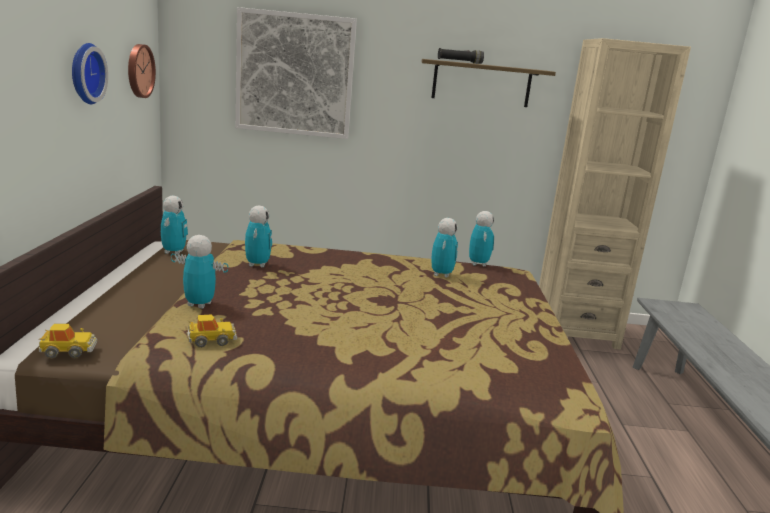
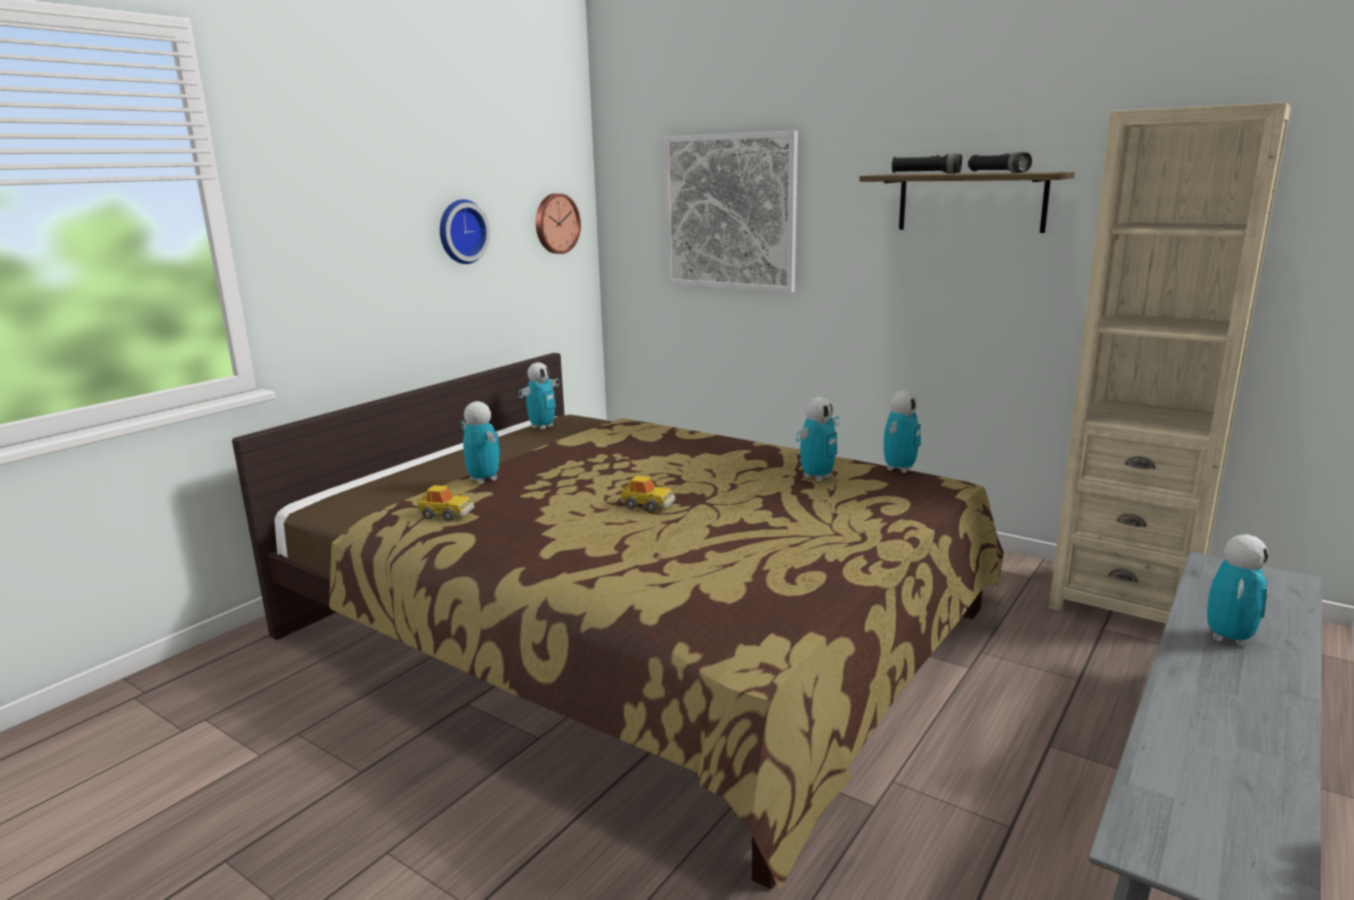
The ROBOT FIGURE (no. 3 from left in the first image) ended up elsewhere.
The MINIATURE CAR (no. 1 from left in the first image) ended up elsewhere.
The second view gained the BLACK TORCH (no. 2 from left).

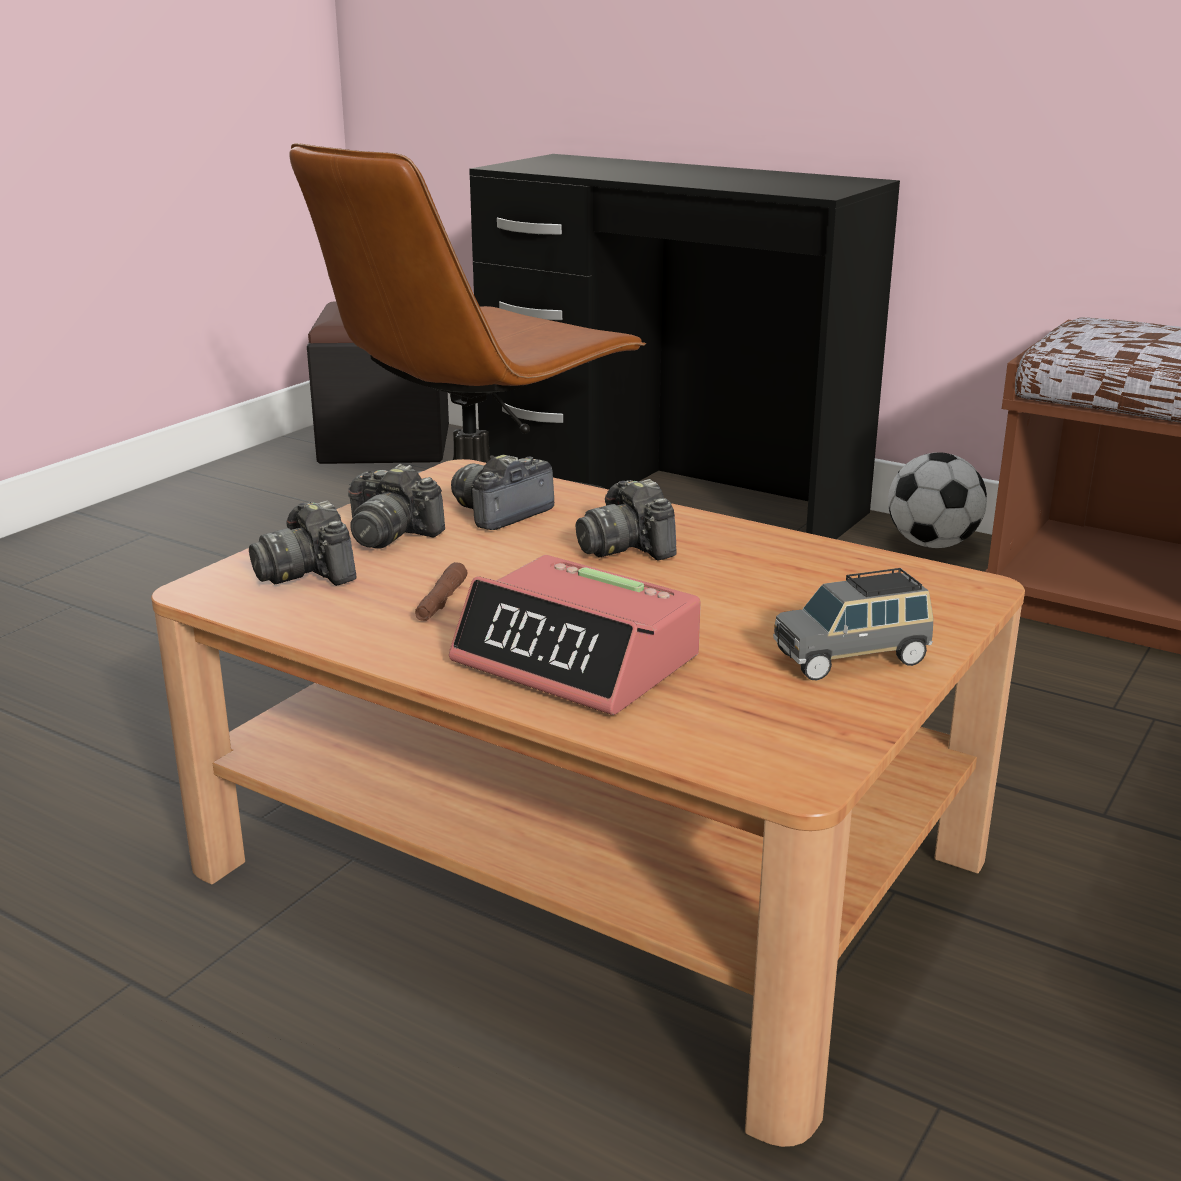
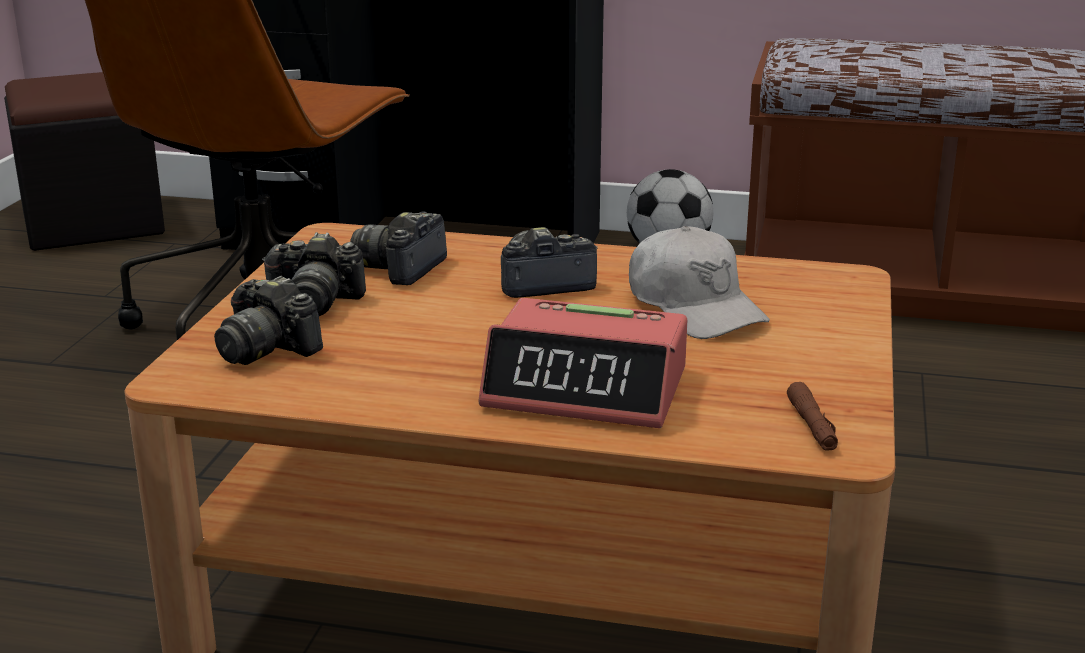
The PHOTO CAMERA (no. 4 from left) ended up facing another way, 120 degrees clockwise from before.
The BROWN-COLOURED TORCH ended up elsewhere.
The second view lost the GRAY MINIATURE CAR.
The second view gained the WHITISH PEAKED CAP.

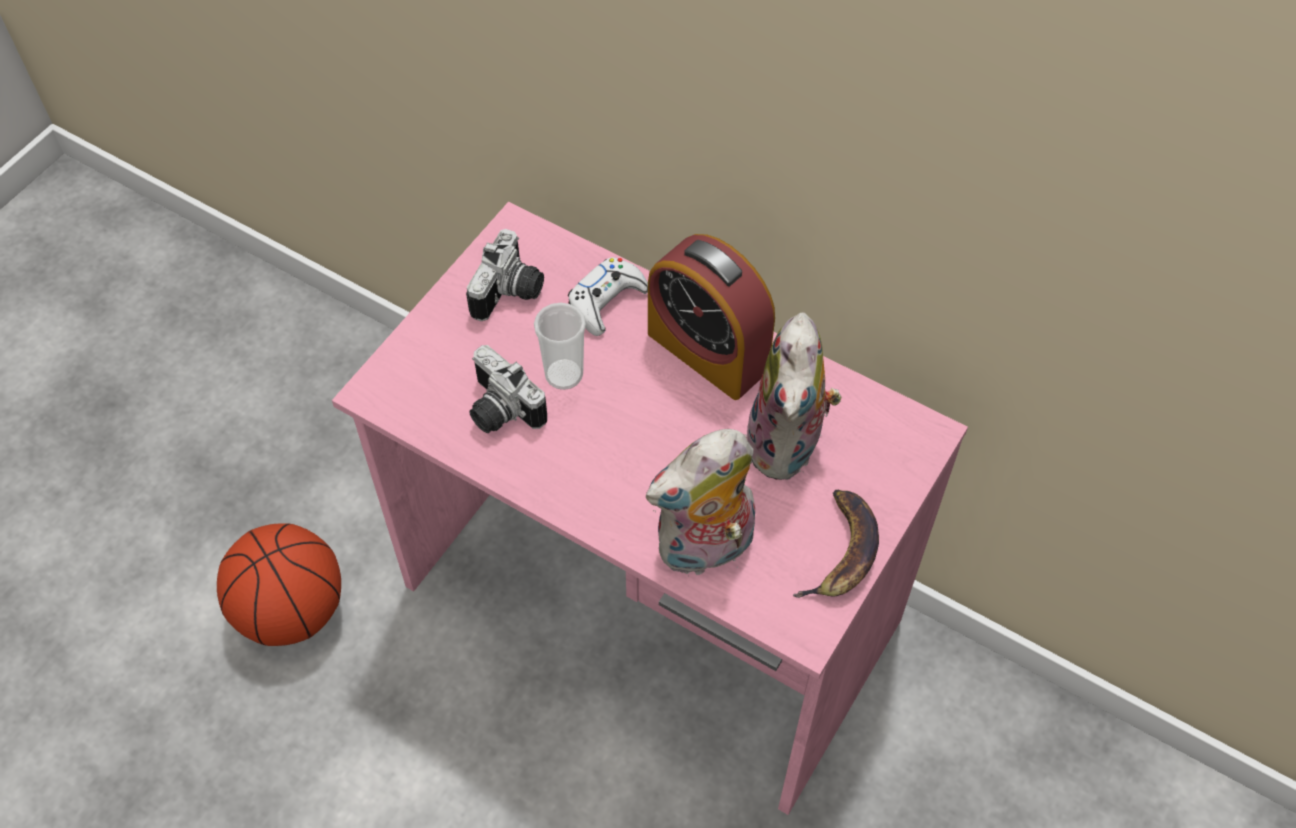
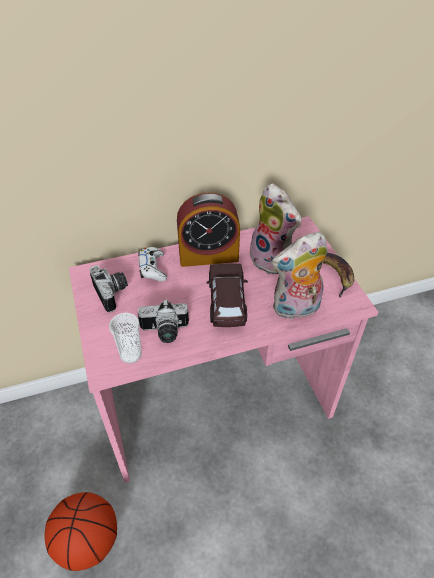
The DRINKING CUP ended up elsewhere.
The CUDDLY TOY (no. 1 from left in the first image) ended up facing another way, 60 degrees clockwise from before.
The second view gained the BROWN-COLOURED MINIATURE CAR.

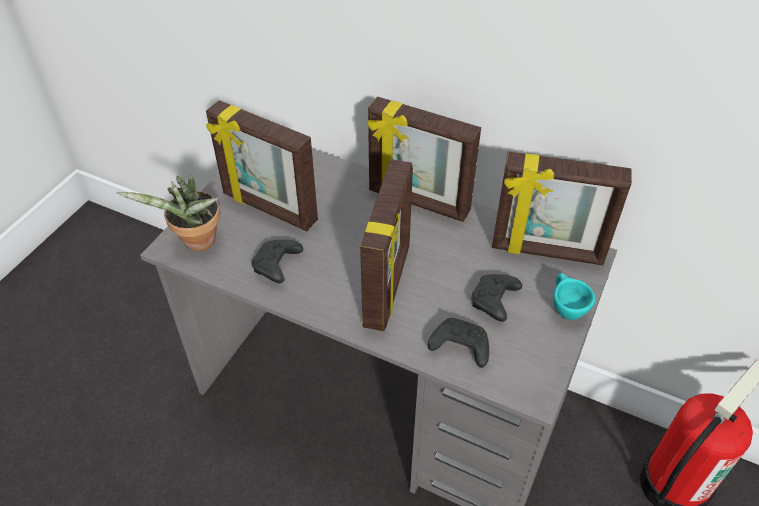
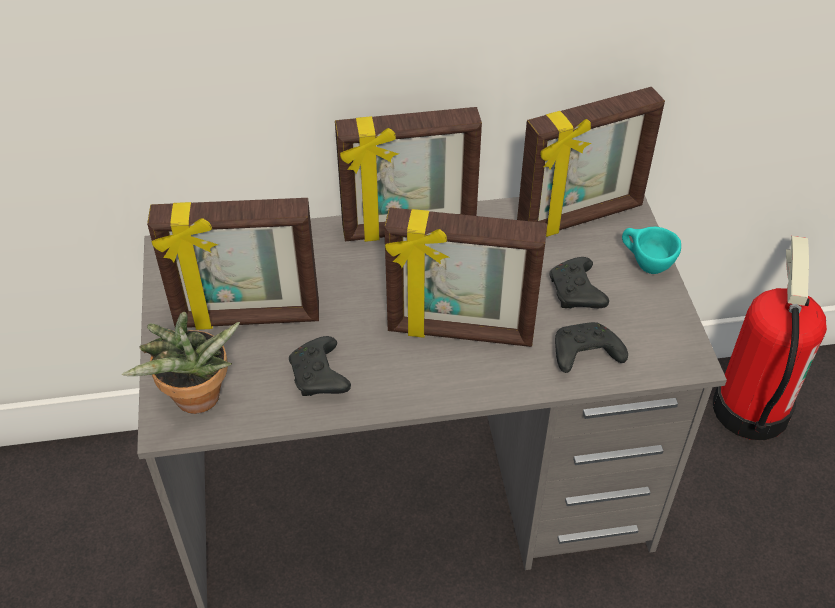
The PHOTO FRAME (no. 2 from left in the first image) ended up facing another way, 120 degrees clockwise from before.

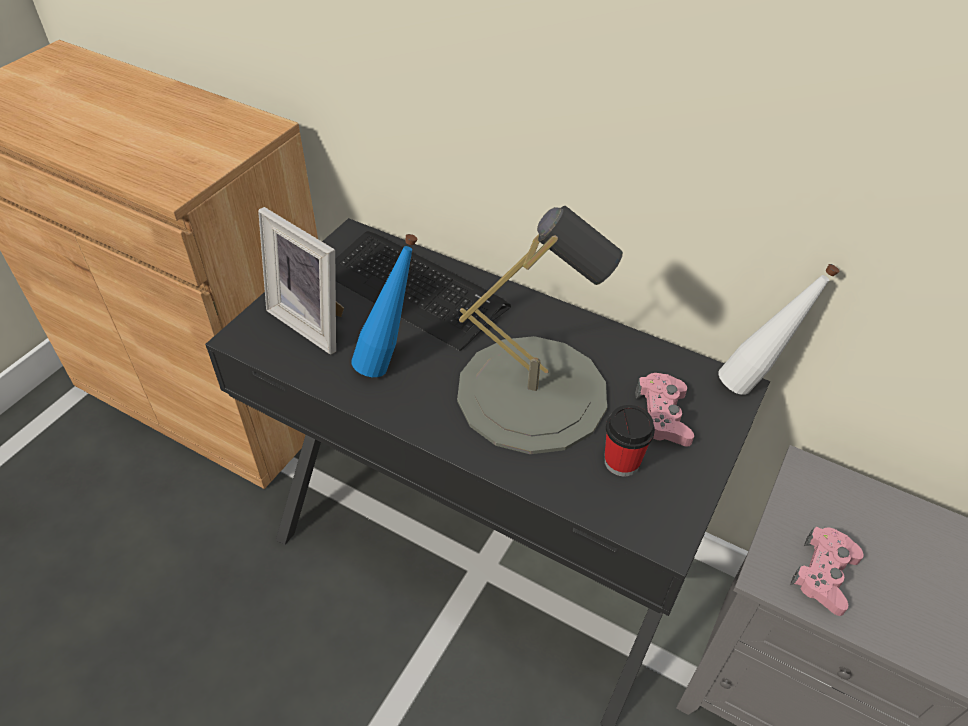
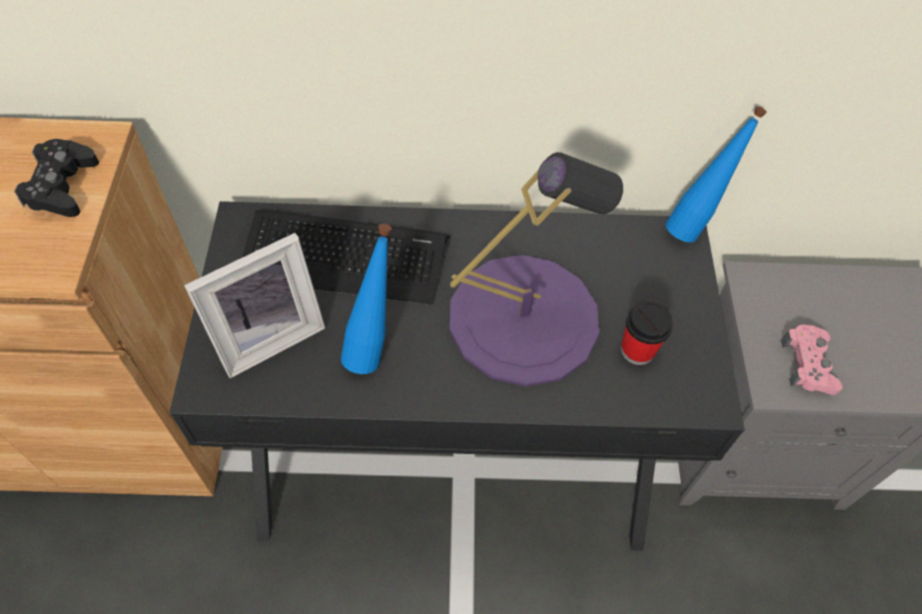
What was the GRAY TABLE LAMP turned into the PURPLISH TABLE LAMP.
The PHOTO FRAME ended up facing another way, 45 degrees counterclockwise from before.
What was the WHITISH DRINK BOTTLE turned into the BLUISH DRINK BOTTLE (no. 2 from left).
The second view lost the PINKISH JOYPAD (no. 1 from left).
The second view gained the BLACK JOYPAD.

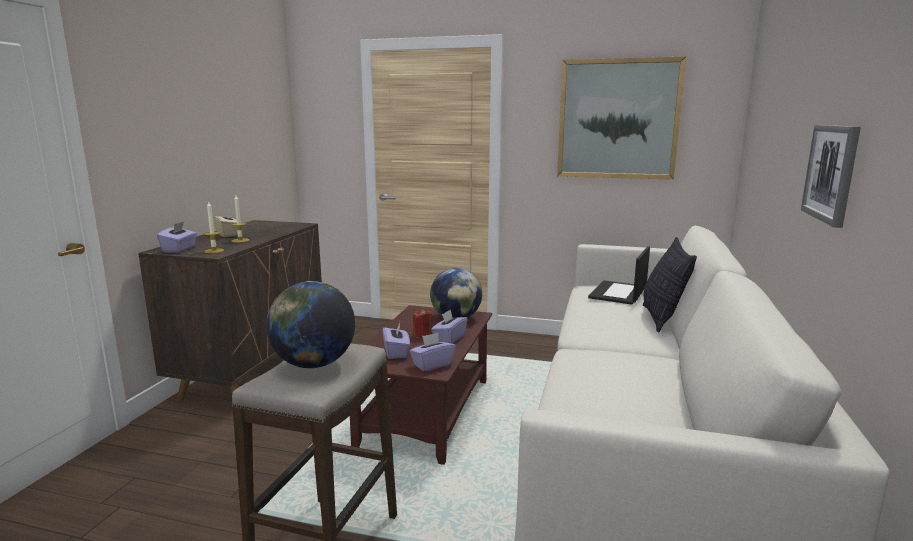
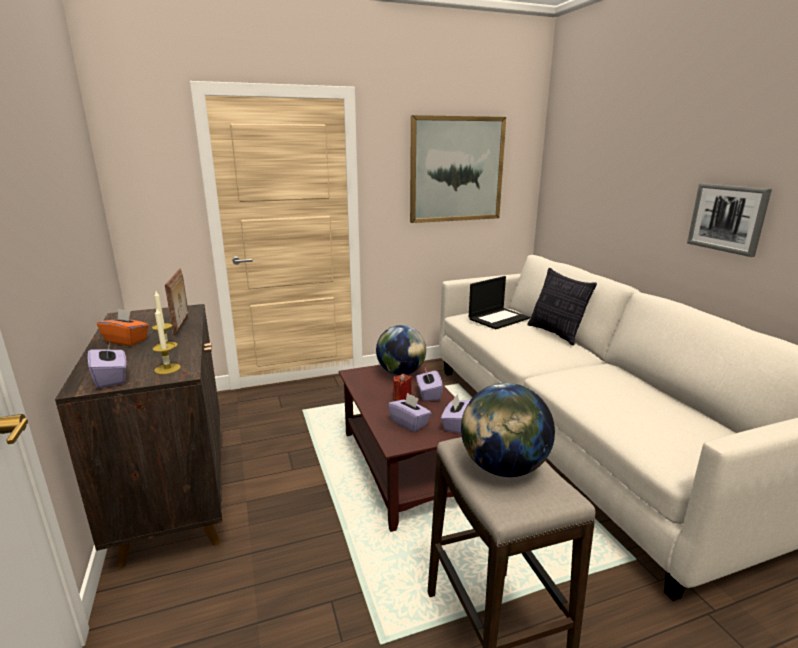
What was the BEIGE BOX OF TISSUES turned into the ORANGEY BOX OF TISSUES.
The NOTEBOOK COMPUTER ended up facing another way, 120 degrees counterclockwise from before.
The second view gained the PHOTO FRAME.

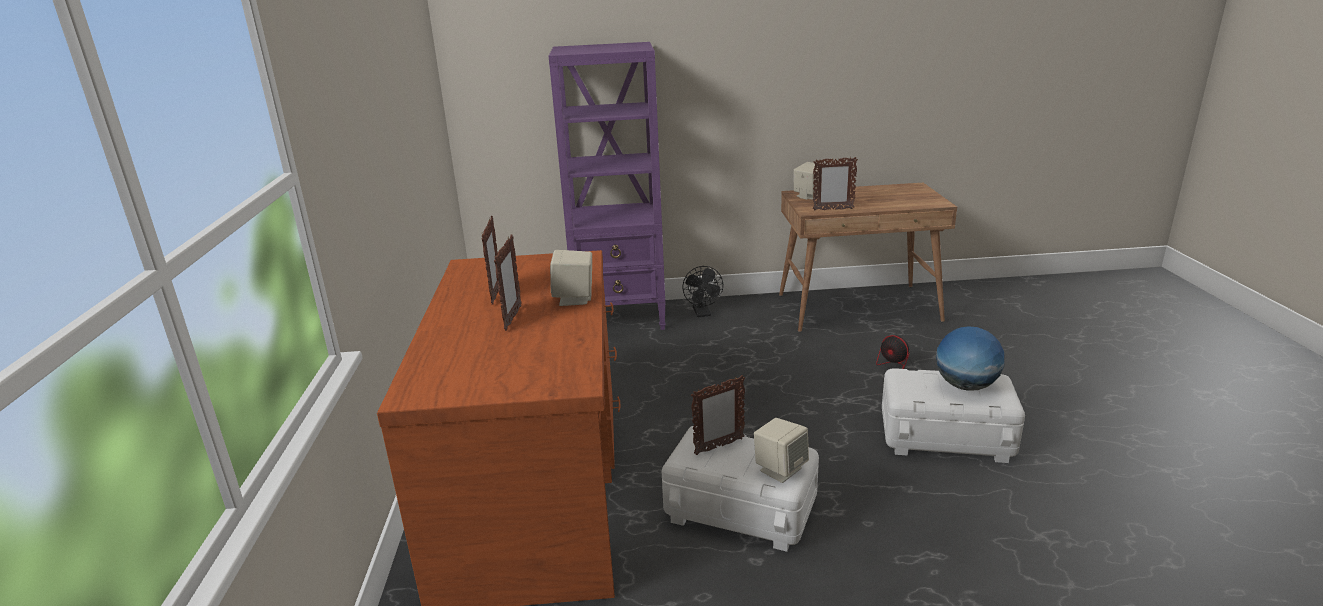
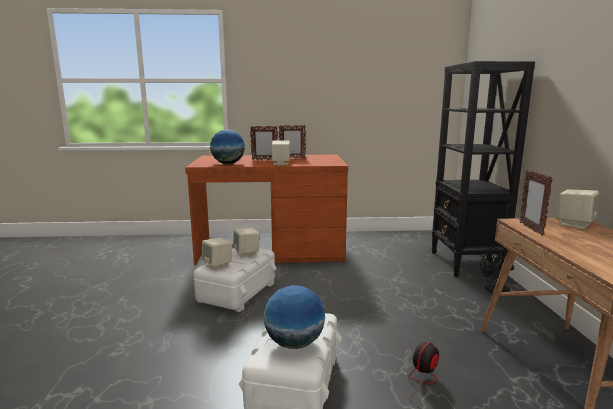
What was the PURPLISH BOOKCASE turned into the BLACK BOOKCASE.
Where the PHOTO FRAME (no. 3 from left) stood, the BEIGE AUDIO SPEAKER (no. 2 from left) came to stand.
The second view gained the WORLD GLOBE (no. 1 from left).

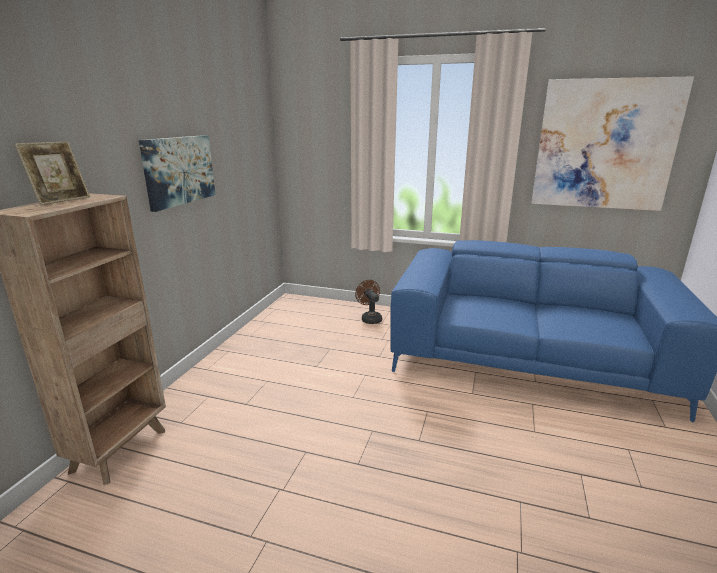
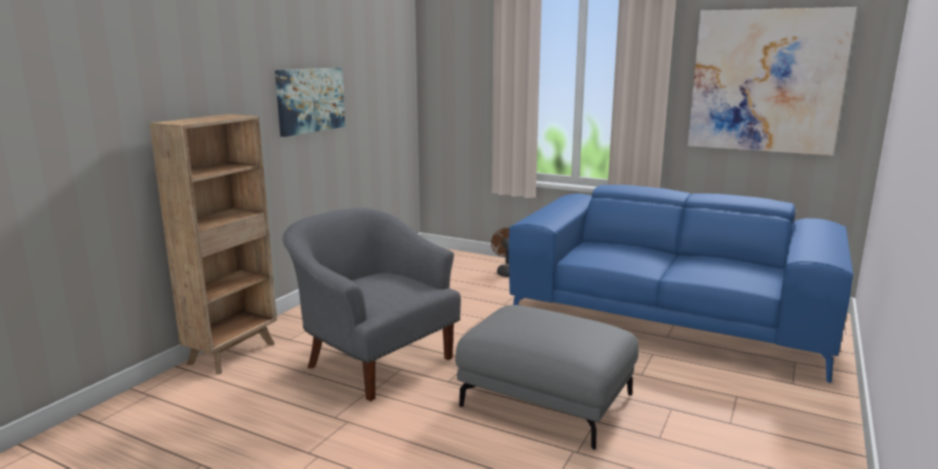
The second view lost the PHOTO FRAME.
The second view gained the GRAY EASY CHAIR.
The second view gained the GRAY OTTOMAN.

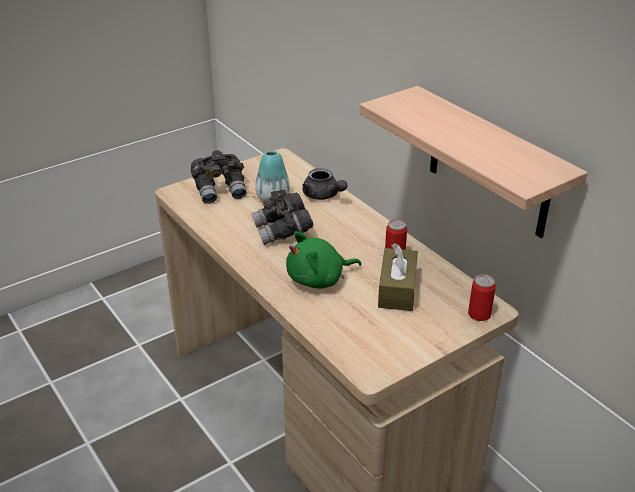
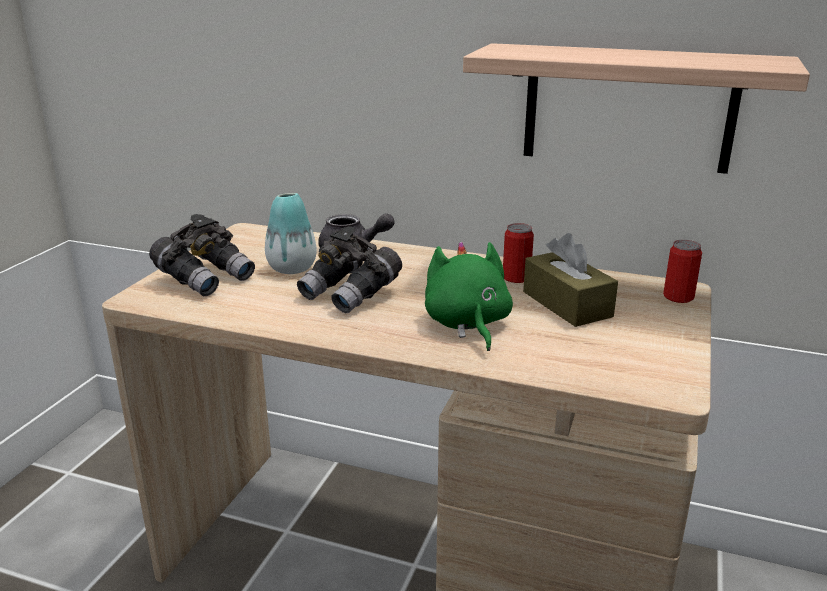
The GREEN CUDDLY TOY ended up facing another way, 135 degrees clockwise from before.

